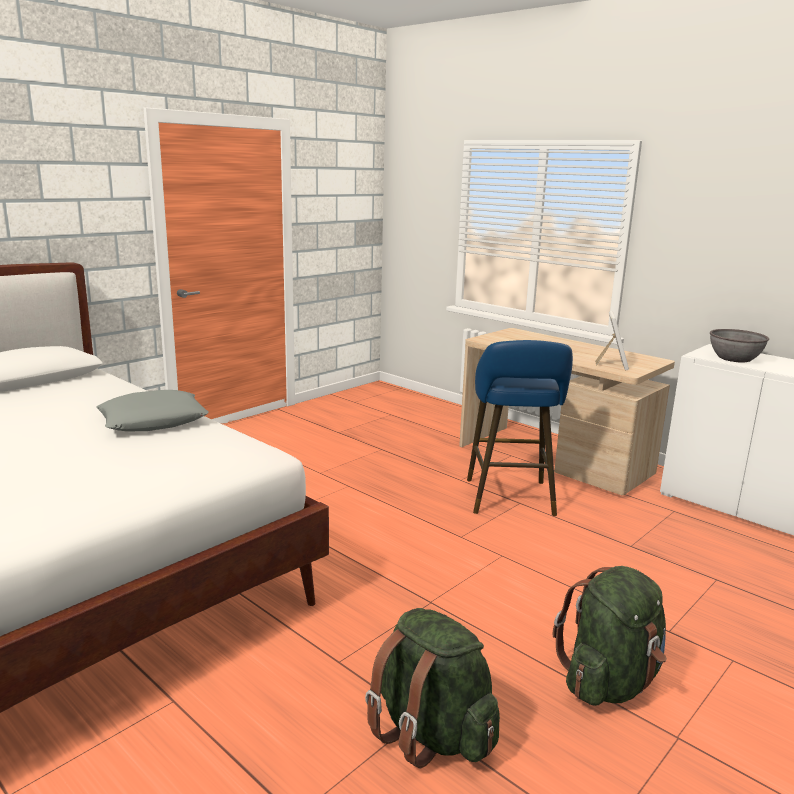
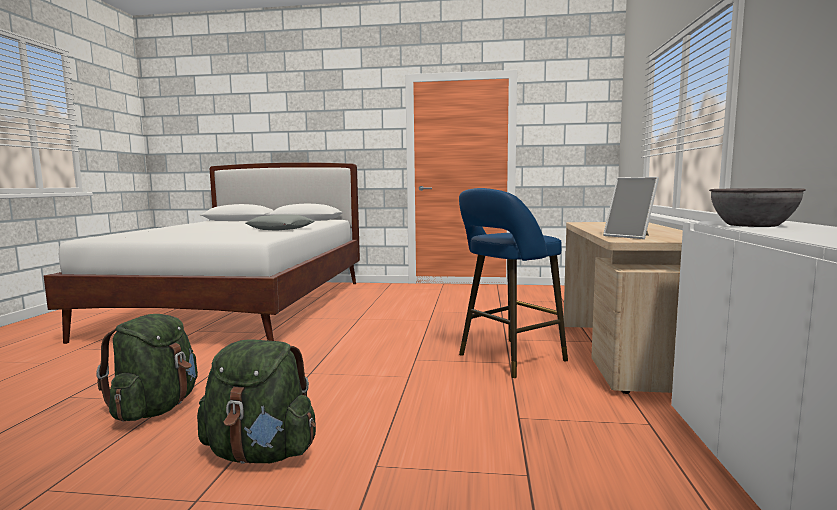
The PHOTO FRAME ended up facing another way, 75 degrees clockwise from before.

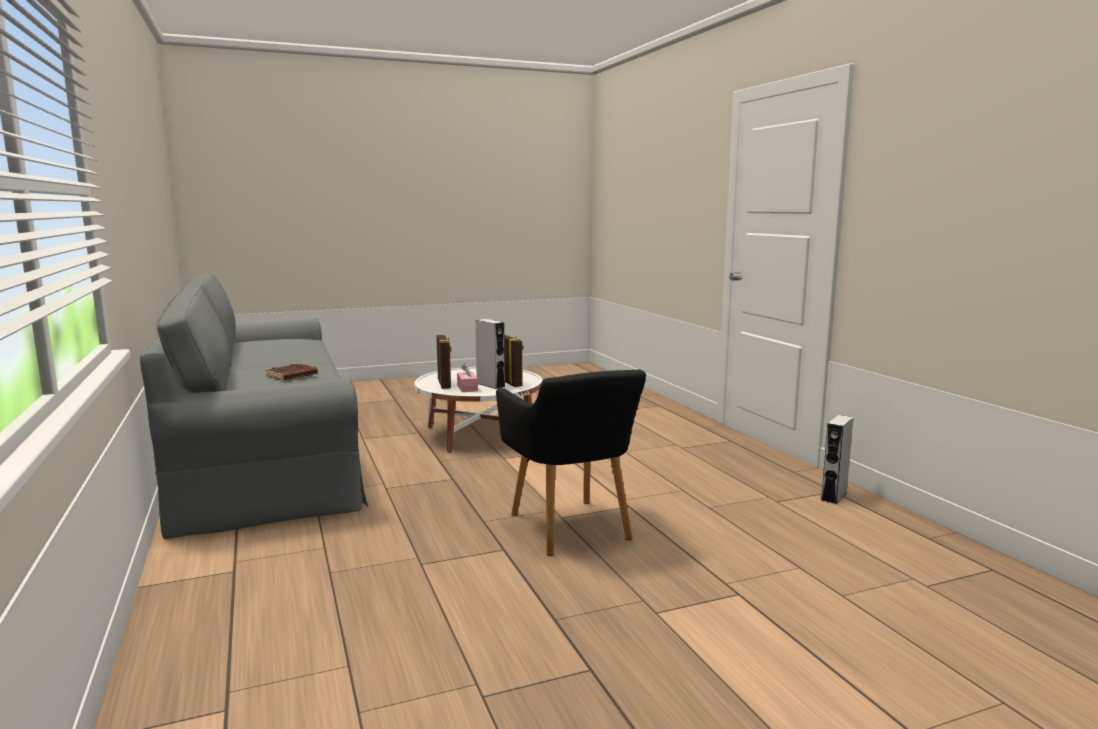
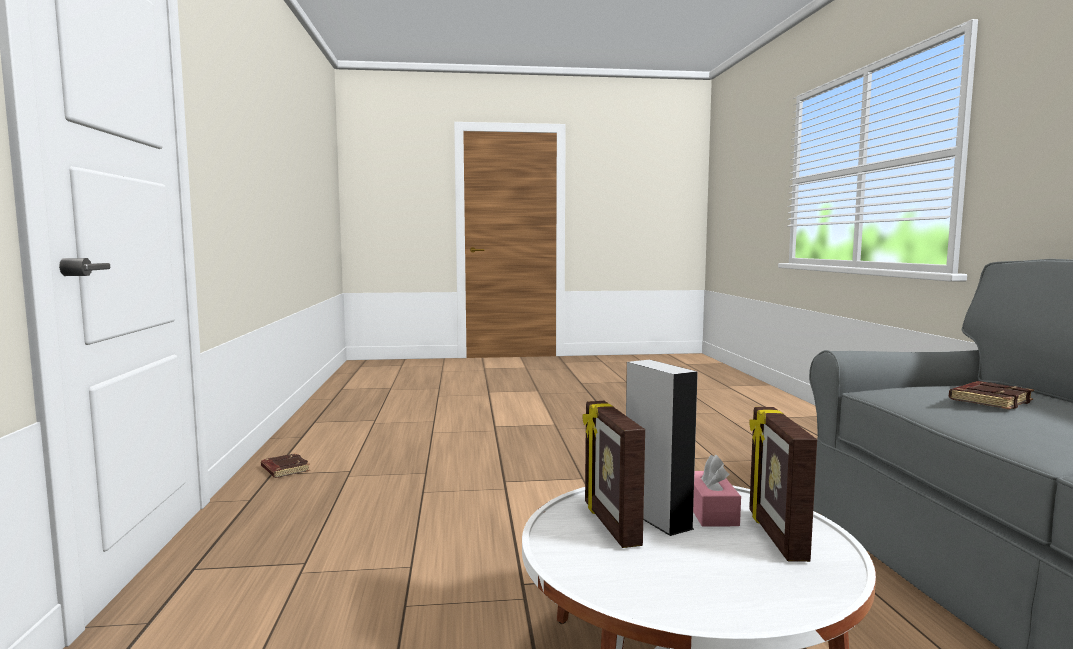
The second view lost the BLACK EASY CHAIR.
Where the GRAY AUDIO SPEAKER (no. 2 from left) stood, the BROWN-COLOURED VOLUME (no. 1 from left) came to stand.

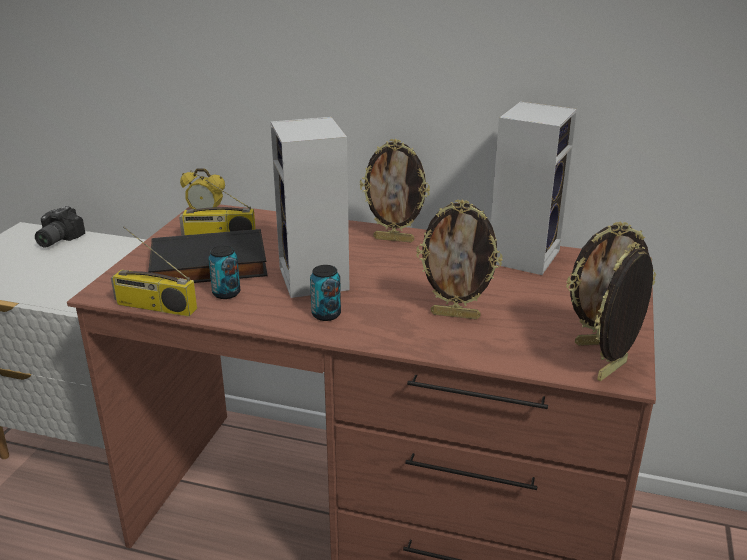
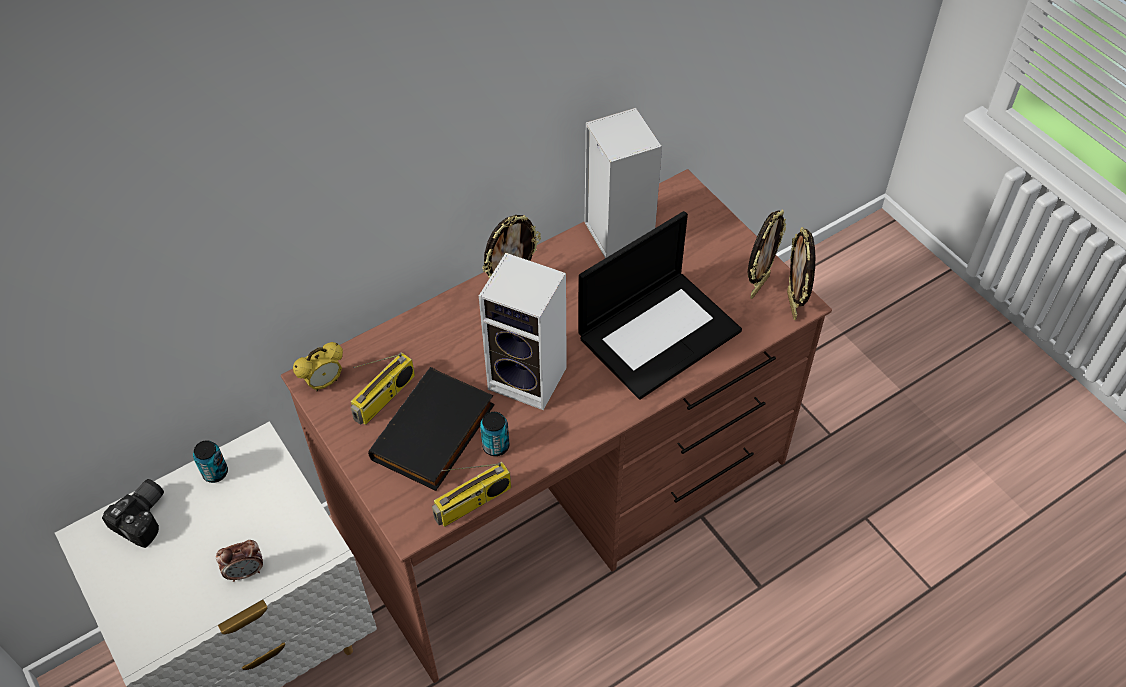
Where the PHOTO FRAME (no. 2 from left) stood, the NOTEBOOK COMPUTER came to stand.
The PHOTO CAMERA ended up facing another way, 120 degrees counterclockwise from before.
The METAL CAN (no. 2 from left in the first image) ended up elsewhere.
The second view gained the TABLE CLOCK (no. 1 from left).

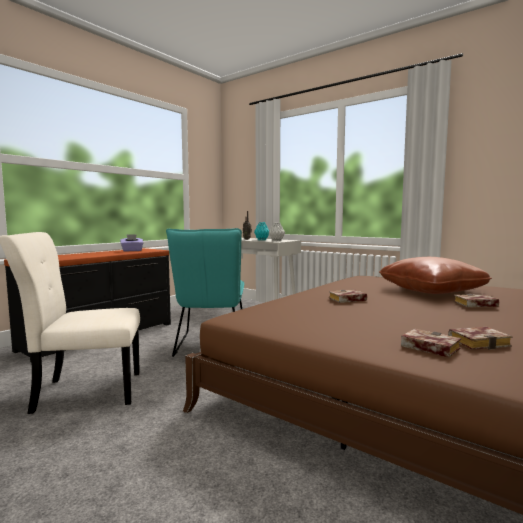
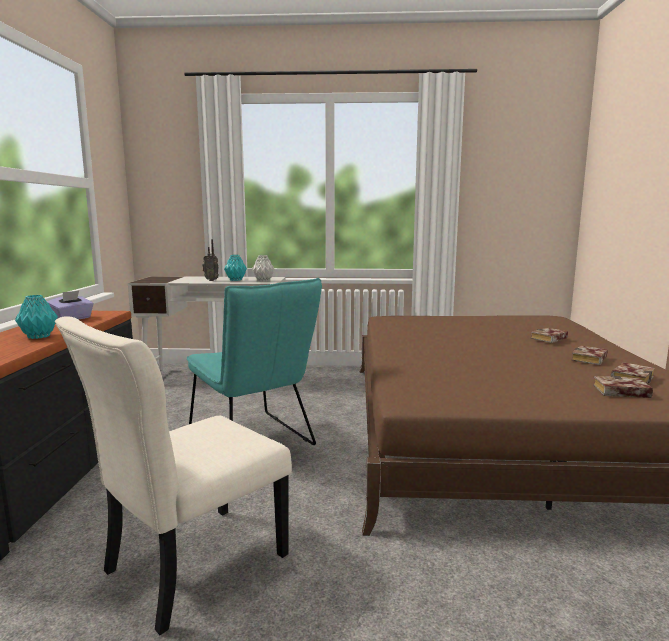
The second view lost the BROWN-COLOURED CUSHION.
The VOLUME (no. 1 from left in the first image) ended up elsewhere.
The second view gained the TURQUOISE DECORATIVE VASE (no. 1 from left).

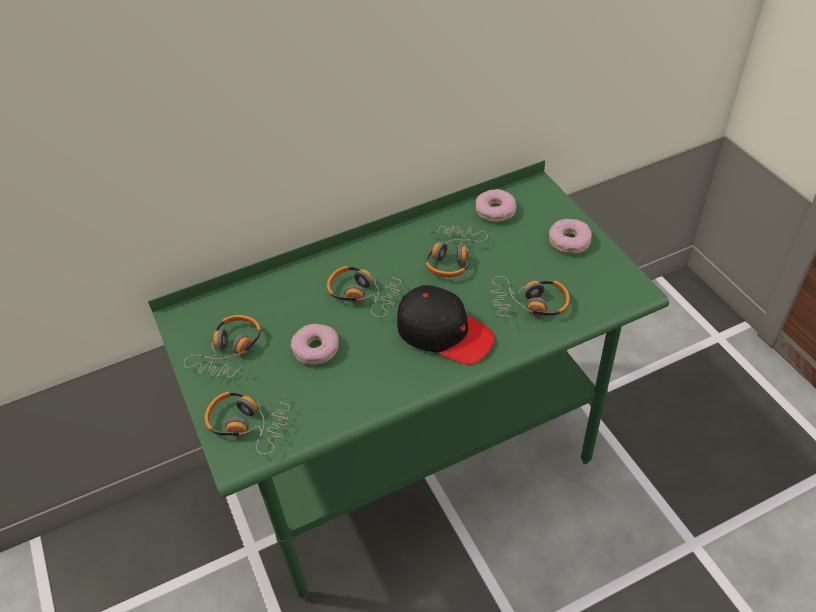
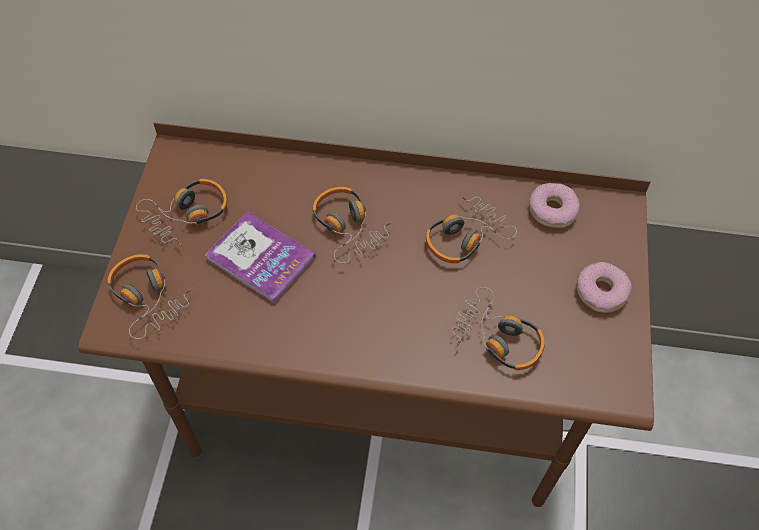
What was the GREEN DESK TABLE turned into the BROWN-COLOURED DESK TABLE.
The second view lost the BLACK PEAKED CAP.
Where the RING DOUGHNUT (no. 1 from left) stood, the VOLUME came to stand.

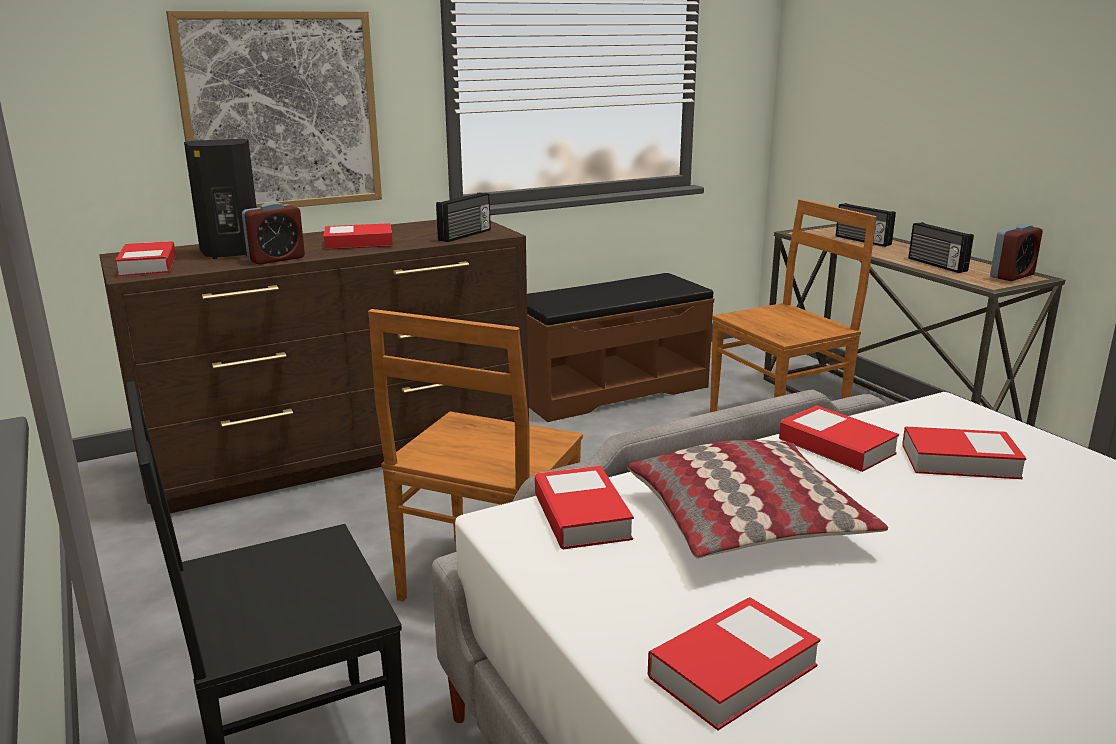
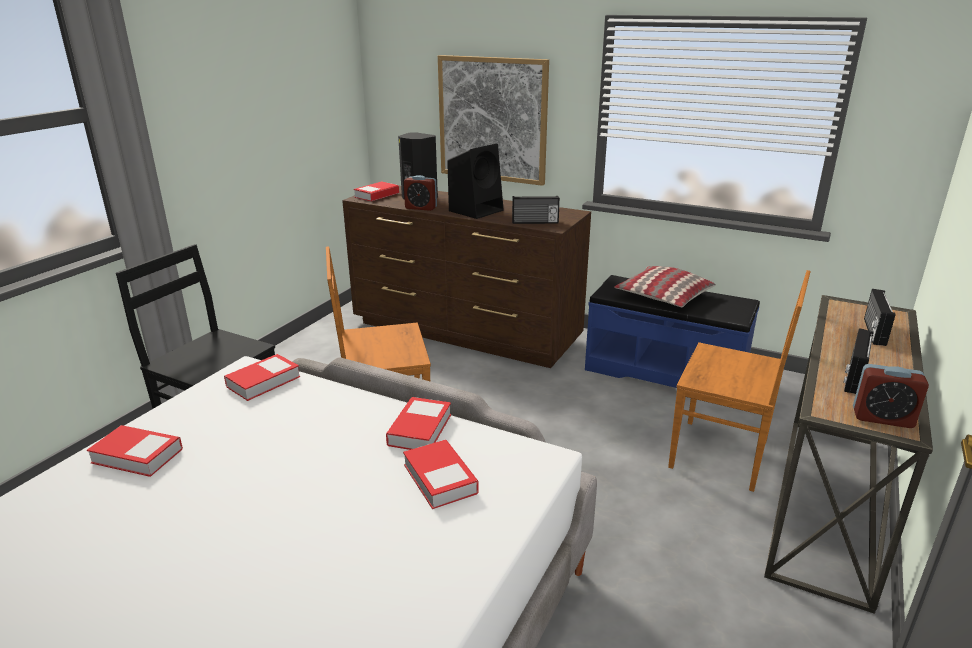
Where the VOLUME (no. 2 from left) stood, the BLACK AUDIO SPEAKER (no. 2 from left) came to stand.
What was the BROWN-COLOURED INDOOR BENCH turned into the BLUISH INDOOR BENCH.
The CUSHION ended up elsewhere.

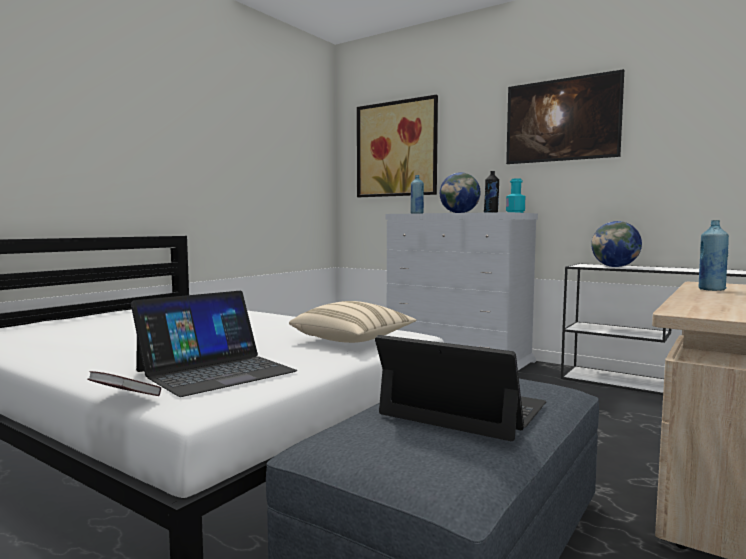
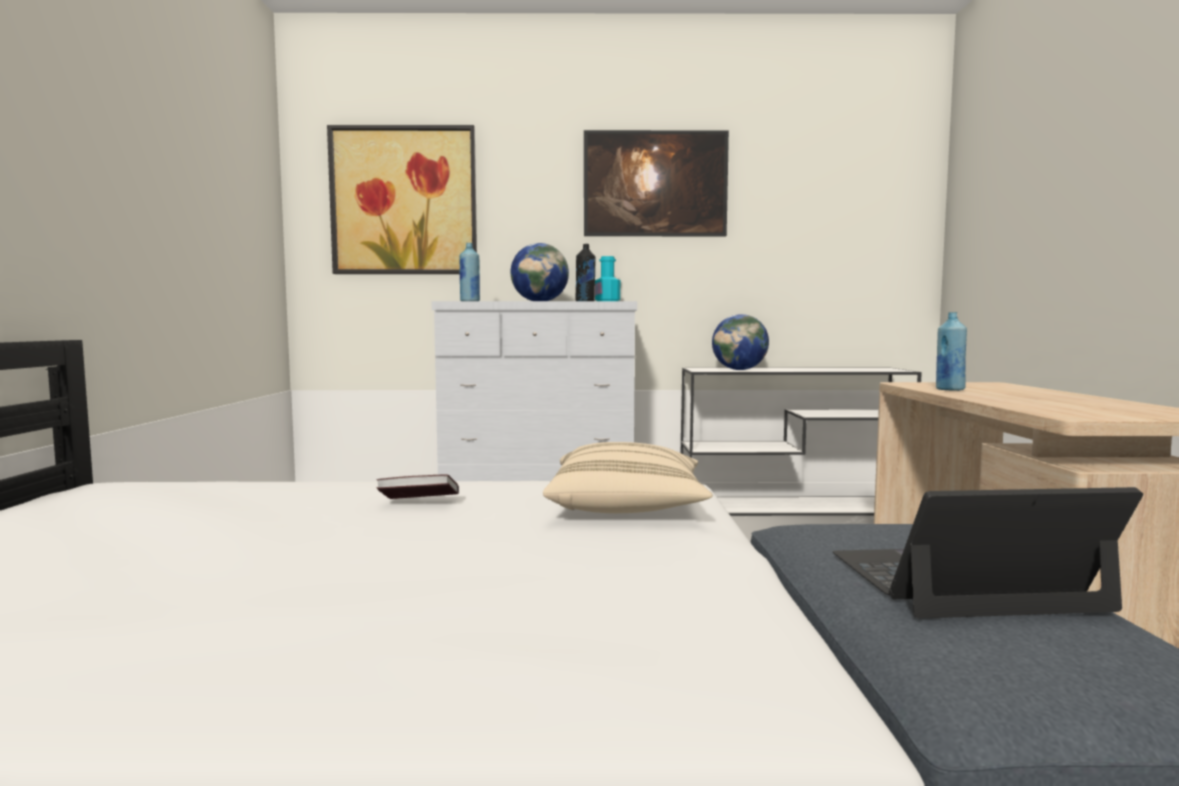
The second view lost the NOTEBOOK COMPUTER (no. 1 from left).
The VOLUME ended up elsewhere.

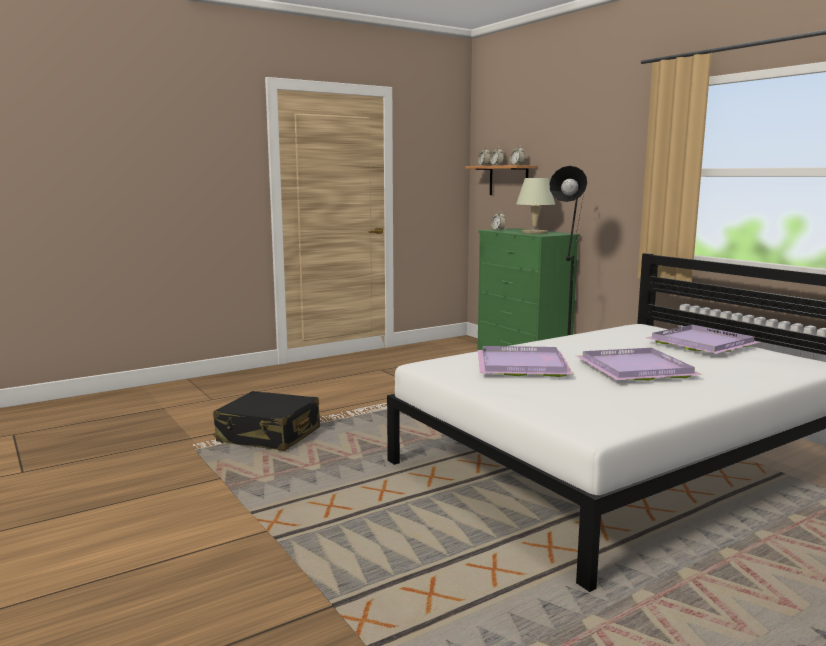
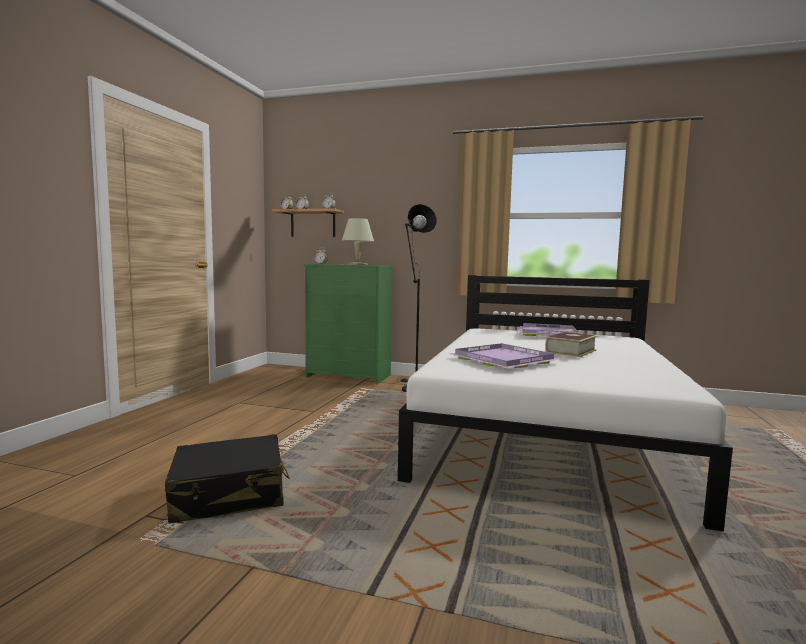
Where the PURPLISH SERVING TRAY (no. 2 from left) stood, the VOLUME came to stand.

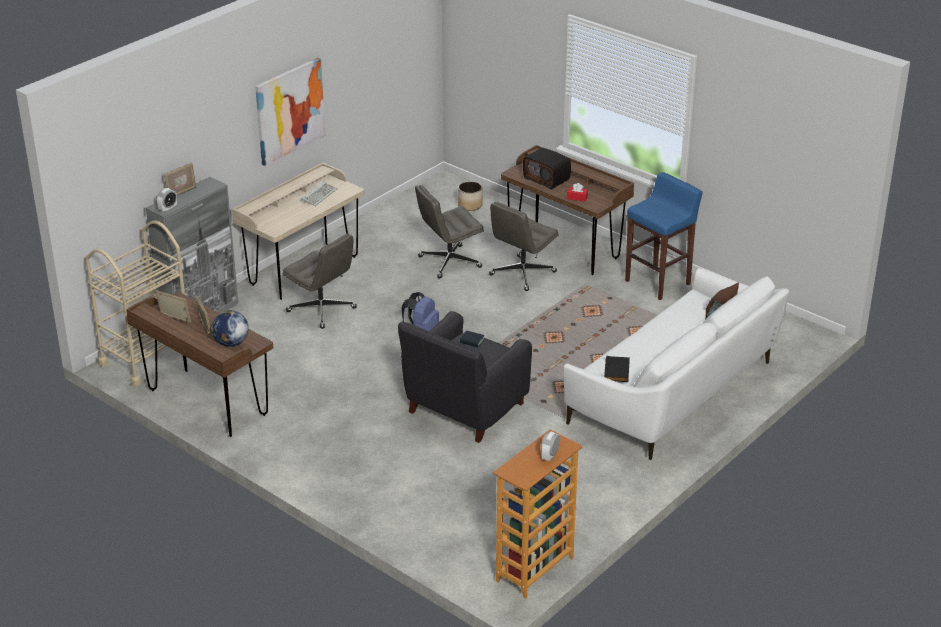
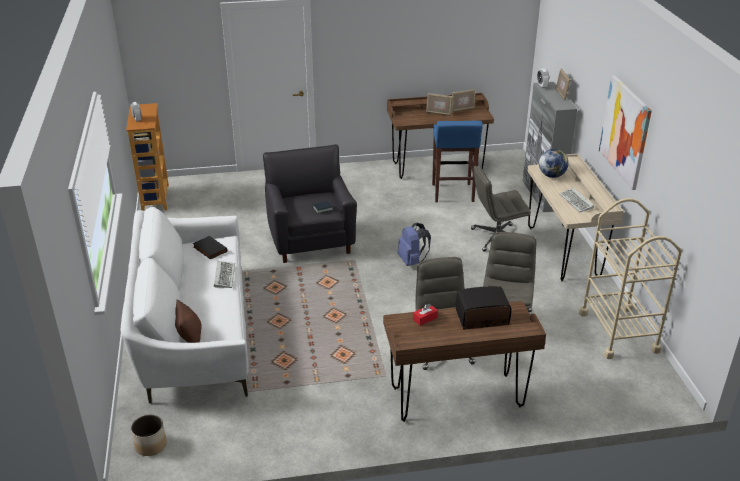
The BLUISH STOOL SEAT ended up elsewhere.
The FLOWER POT ended up elsewhere.
The BEIGE WHEELED CART ended up elsewhere.
The WORLD GLOBE ended up elsewhere.
The second view gained the KEYBOARD (no. 1 from left).

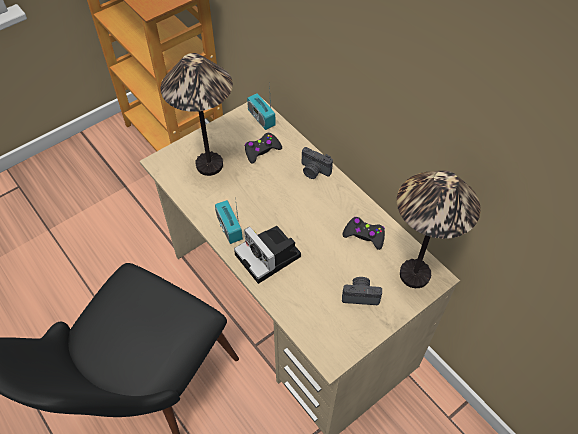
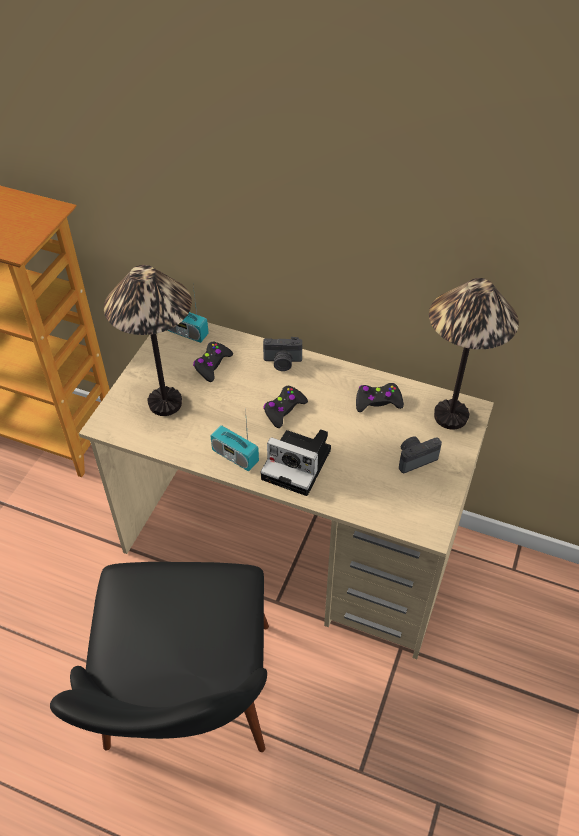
The second view gained the BLACK JOYPAD (no. 2 from left).

